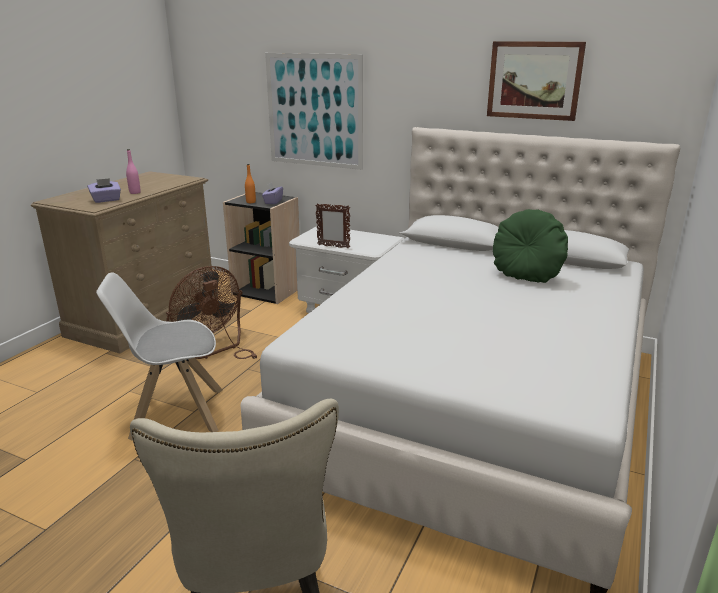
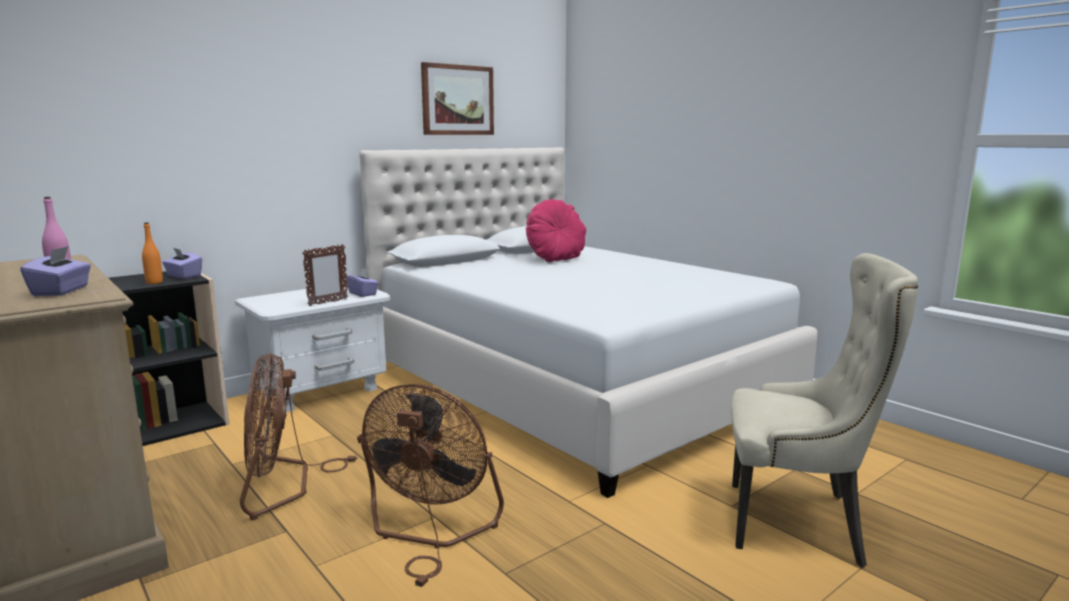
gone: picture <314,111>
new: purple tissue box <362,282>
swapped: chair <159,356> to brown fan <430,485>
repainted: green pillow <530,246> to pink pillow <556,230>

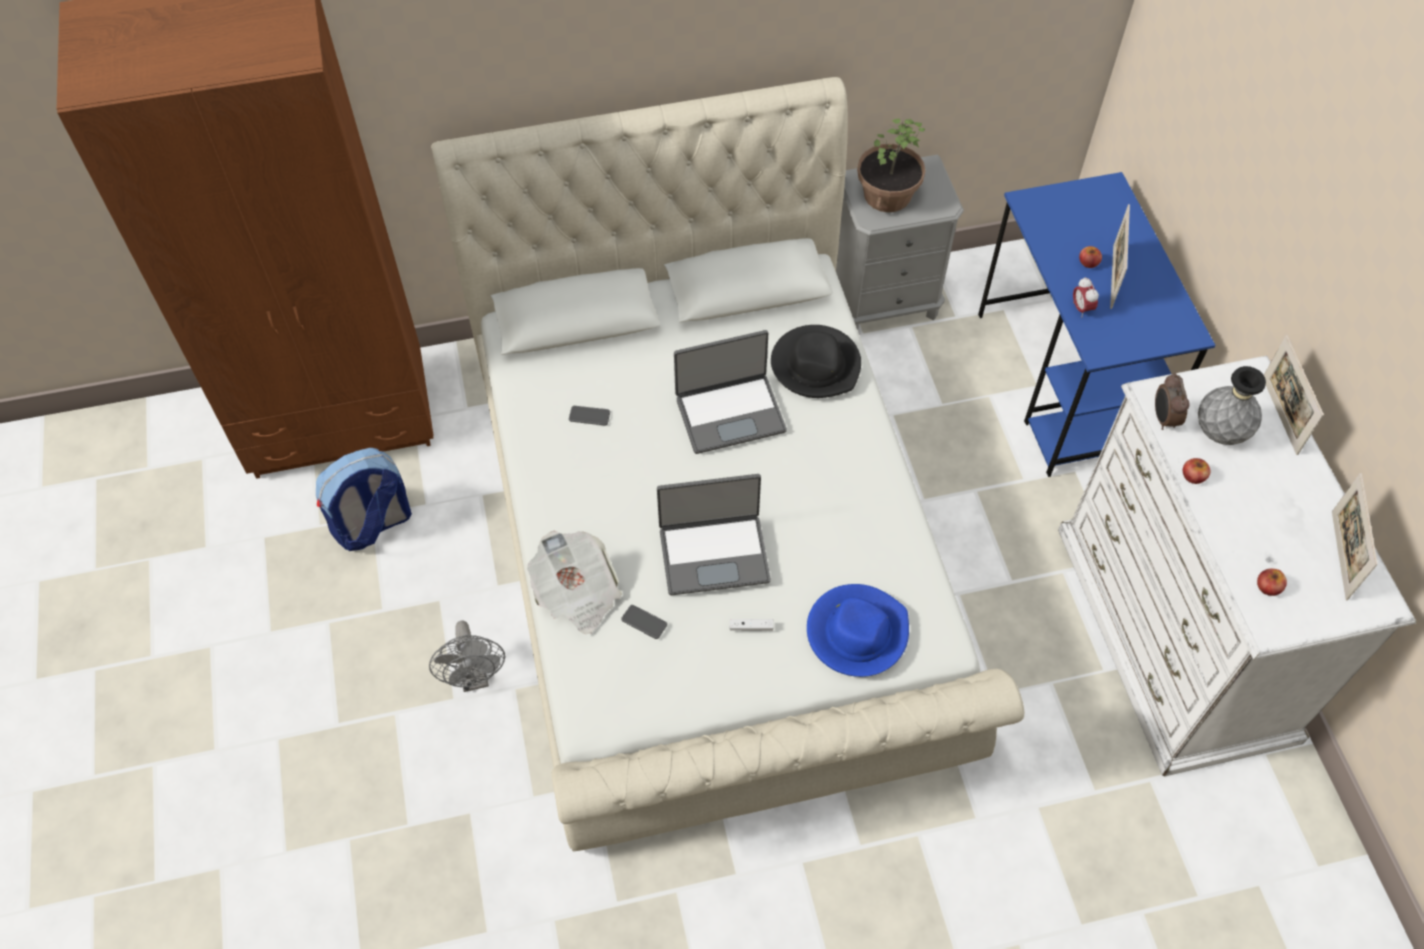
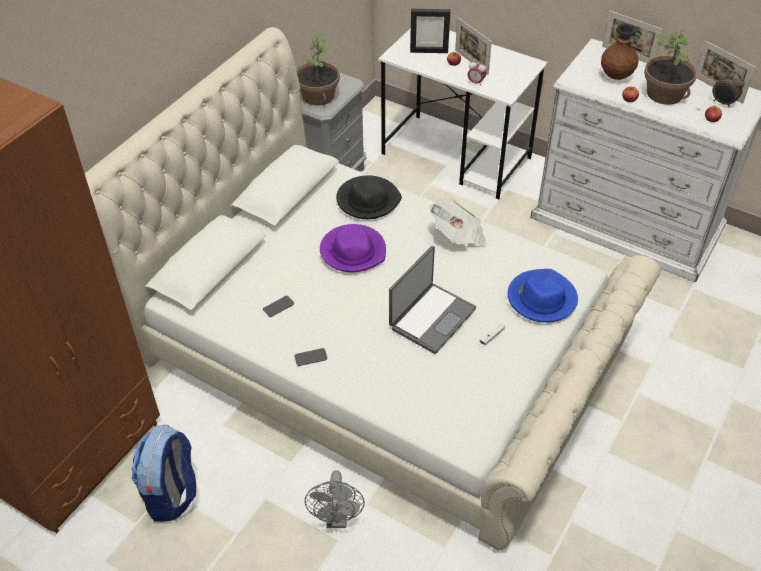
new: picture frame <430,31>; potted plant <670,67>
shifted: alarm clock <1172,401> to <728,88>; newspaper <574,582> to <458,222>; phone <644,622> to <310,357>
swapped: laptop <730,392> to purple hat <353,248>
repainted: blue desk <1096,324> to white desk <463,113>; grey vase <1232,405> to brown vase <619,52>
rotated: grey fan <467,656> = <335,499> 60 degrees clockwise

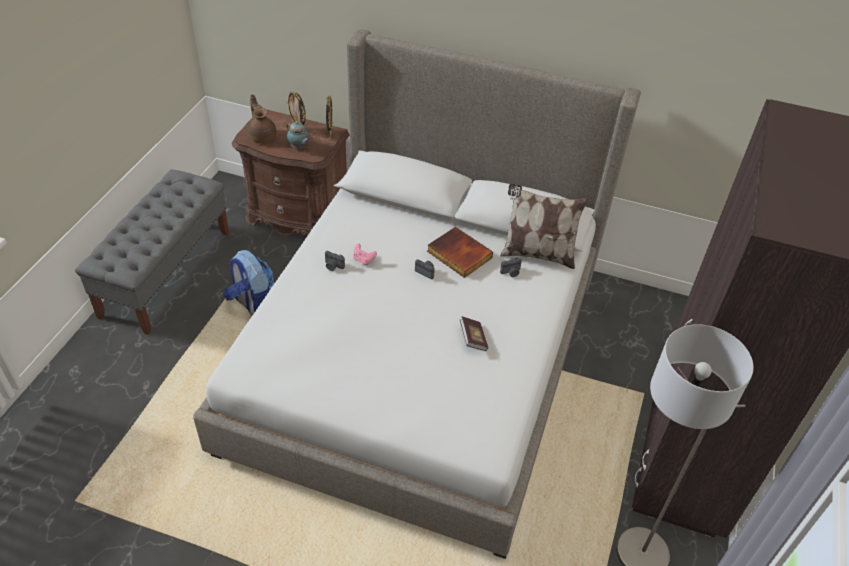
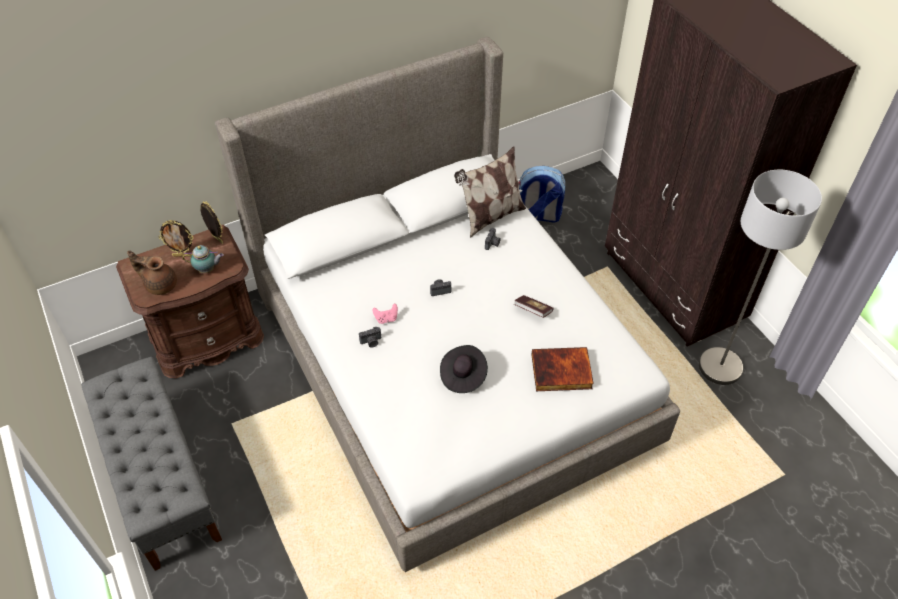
new: black hat <464,369>
shifted: book <460,252> to <562,369>; backpack <249,283> to <541,194>

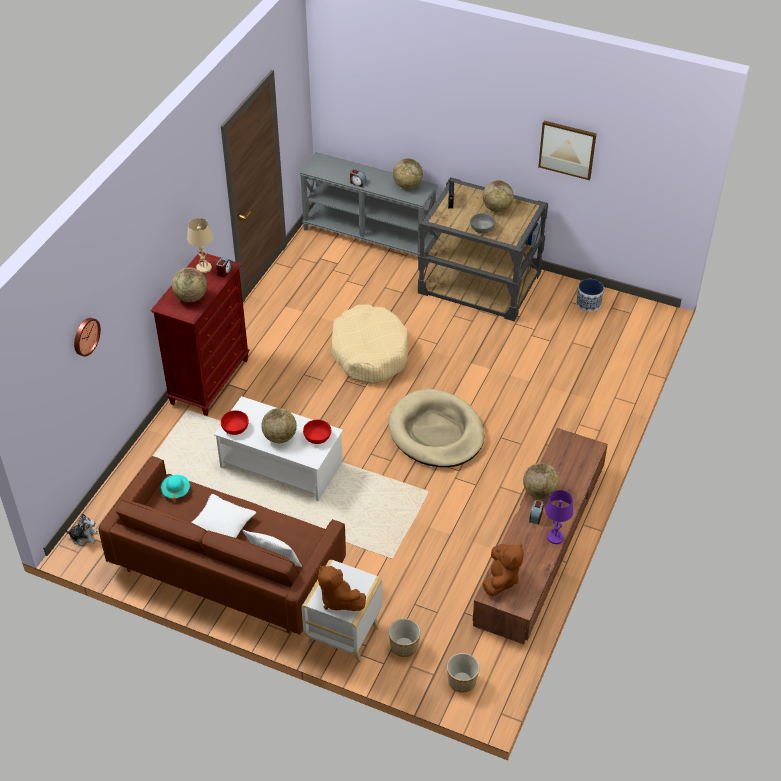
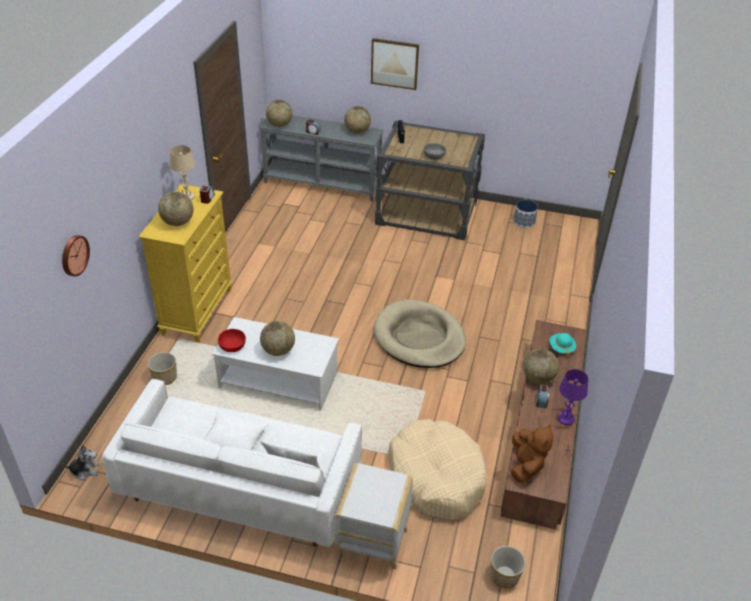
gone: red bowl <317,431>; brown plush toy <342,588>
shifted: picture <567,150> to <395,64>; globe <498,196> to <279,113>; beige dog bed <369,344> to <437,469>; turquoise hat <175,488> to <562,345>; planter <404,637> to <162,368>
repainted: red dresser <200,334> to yellow dresser <185,263>; brown sofa <222,545> to white sofa <232,463>

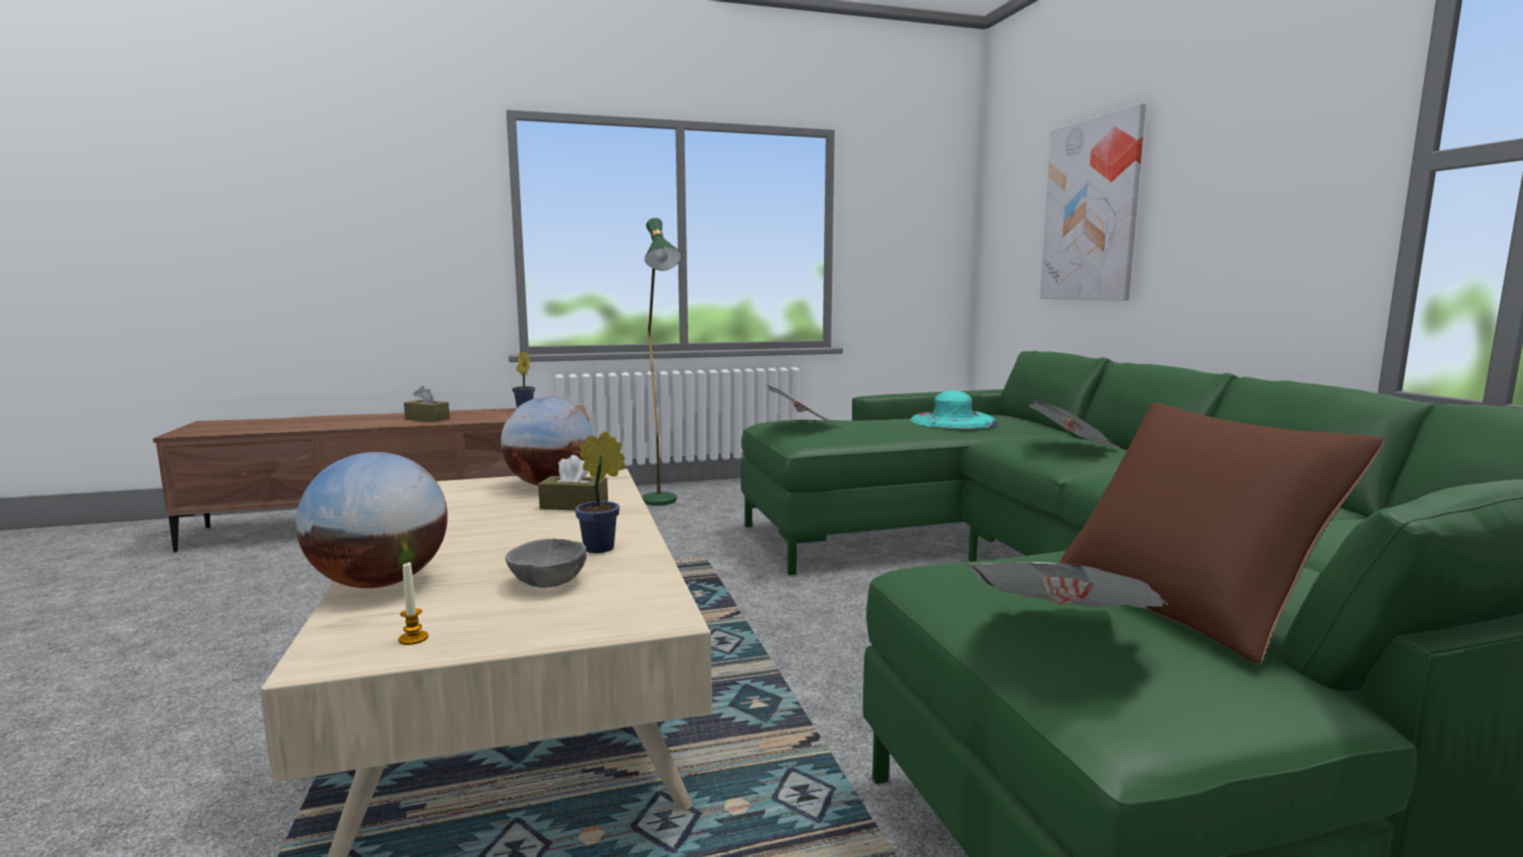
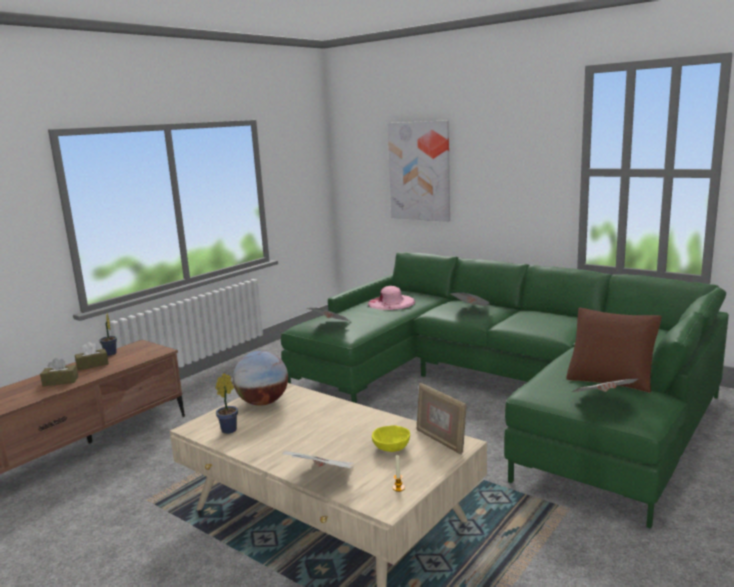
gone: green floor lamp <662,362>
new: picture frame <441,419>
shifted: potted plant <600,492> to <226,403>; brown tissue box <573,482> to <92,356>
swapped: globe <372,520> to newspaper <318,460>
repainted: turquoise hat <954,409> to pink hat <391,298>; grey bowl <546,563> to yellow bowl <391,438>

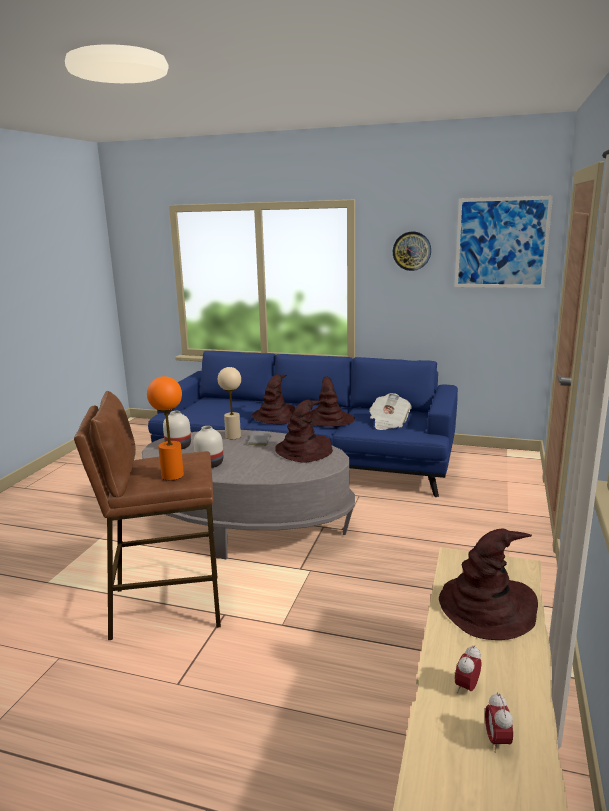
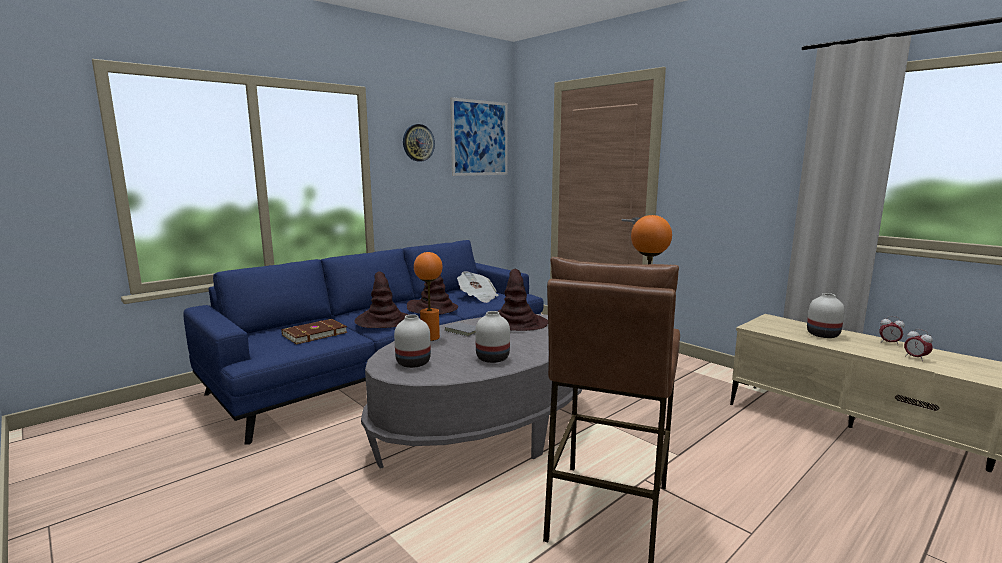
new: brown book <314,331>
shifted: alarm clock <499,722> to <892,330>
swapped: brown hat <488,584> to white vase <826,315>
repainted: beige table lamp <229,403> to orange table lamp <428,296>

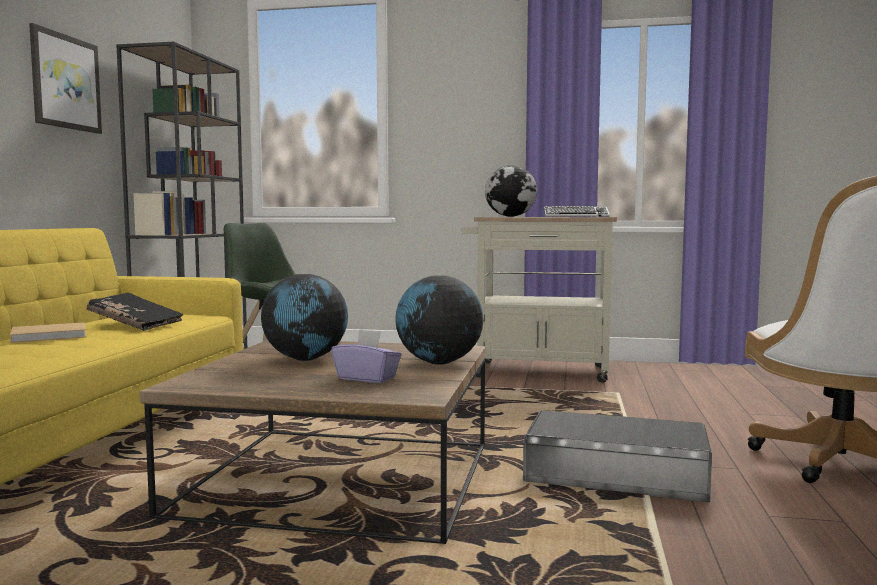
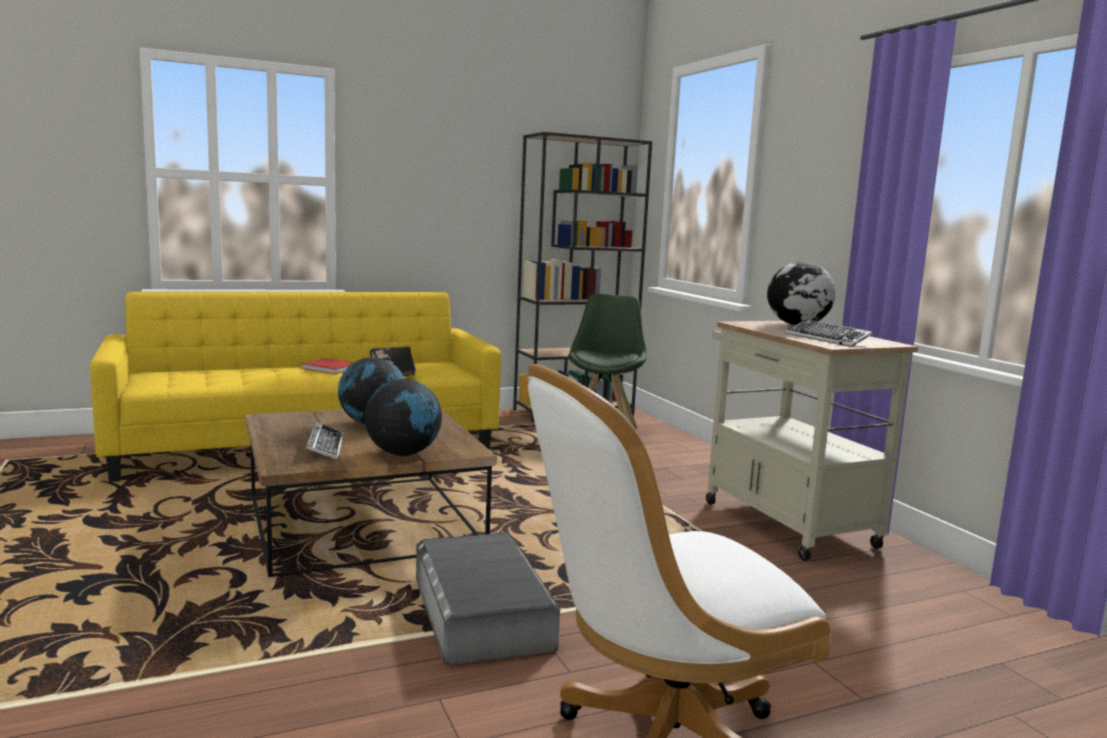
gone: picture <65,78>
swapped: purple tissue box <366,356> to keyboard <324,441>
repainted: beige book <48,332> to red book <327,366>

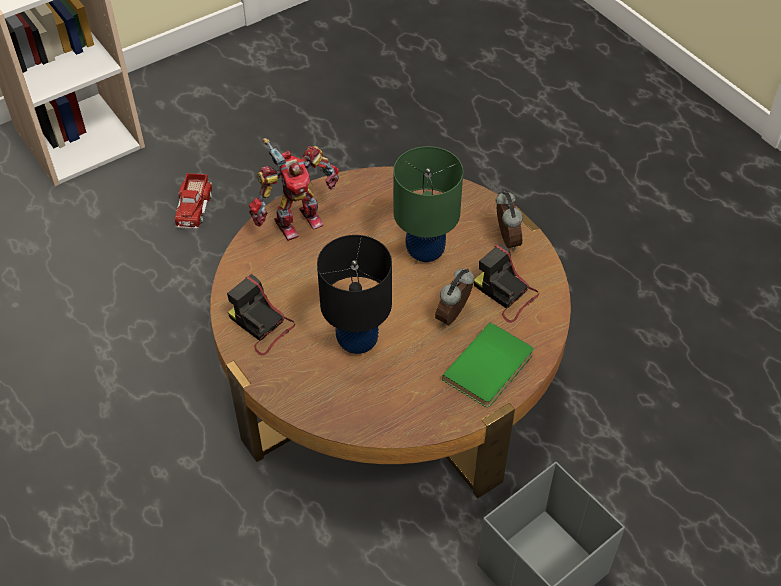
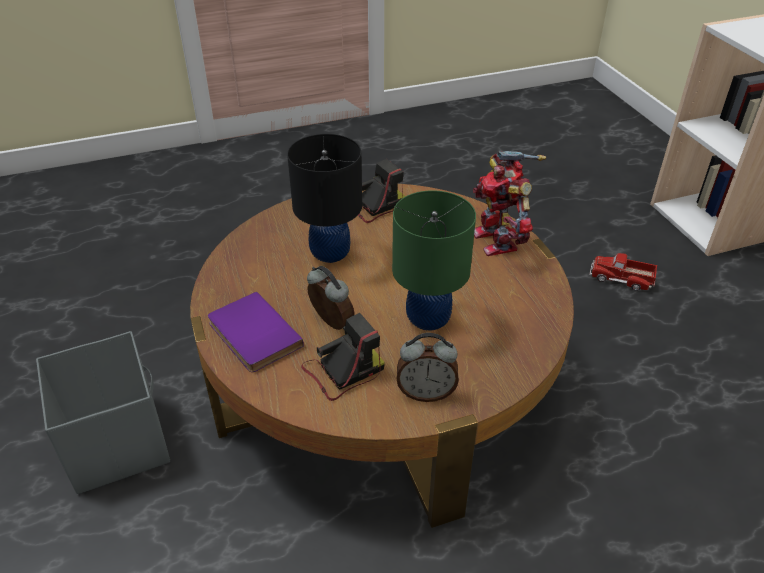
repainted: green book <487,364> to purple book <256,332>

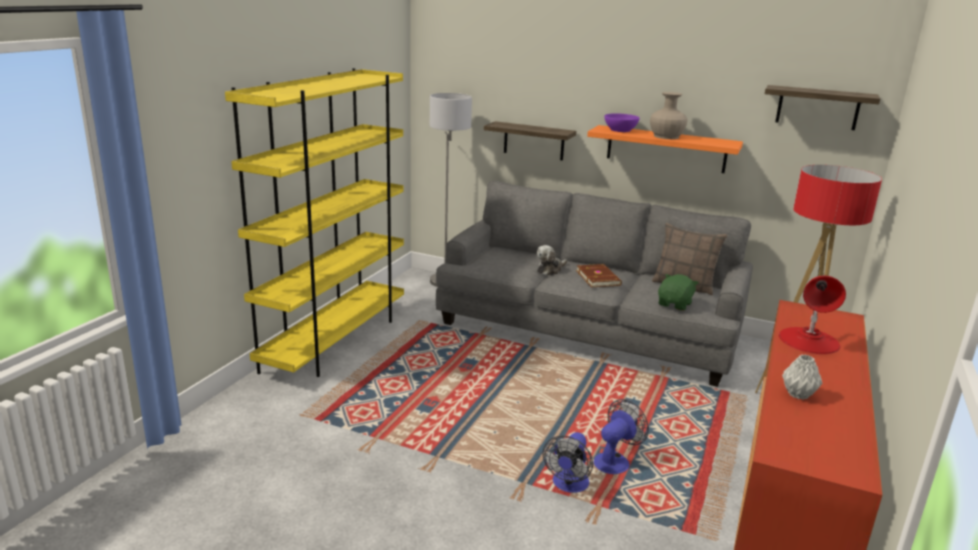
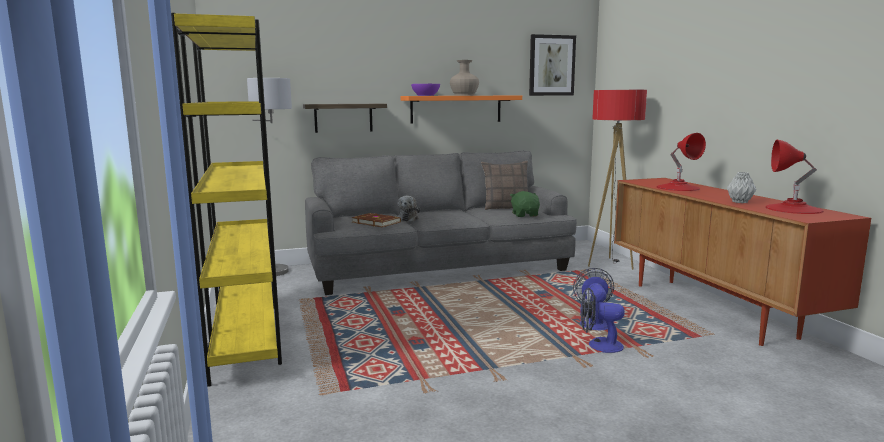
new: red table lamp <794,177>
shifted: brown book <599,275> to <376,220>
swapped: shelf <822,107> to picture <552,65>
rotated: fan <568,462> = <602,320> 120 degrees clockwise

